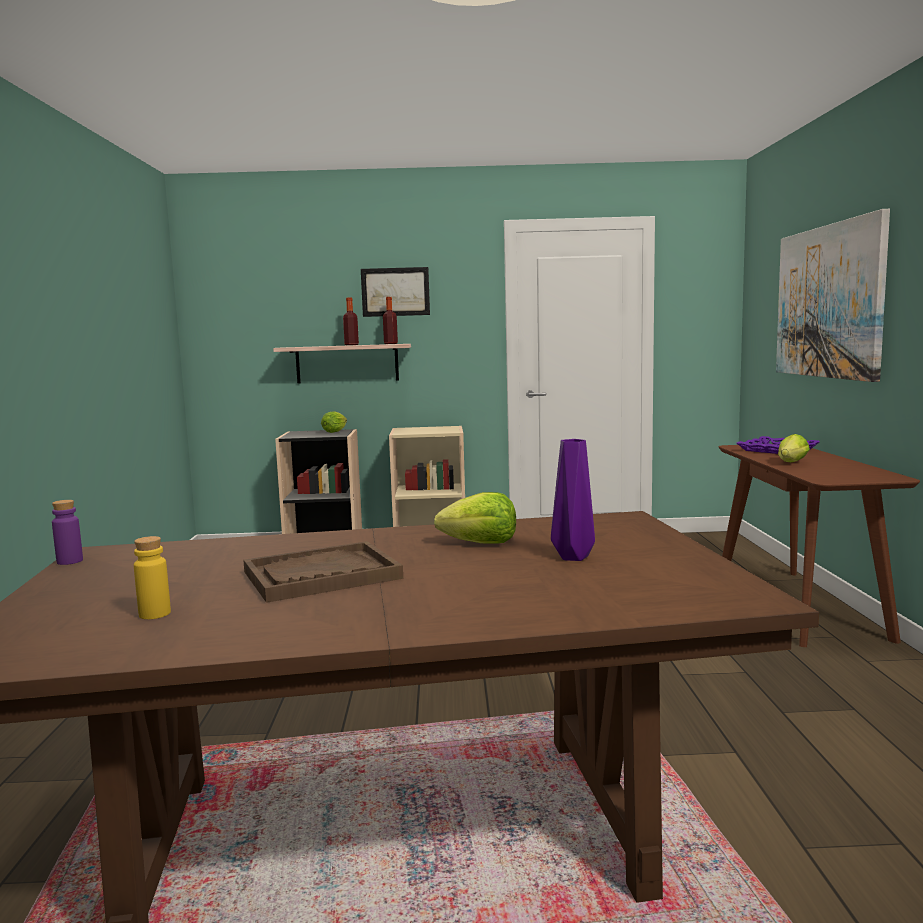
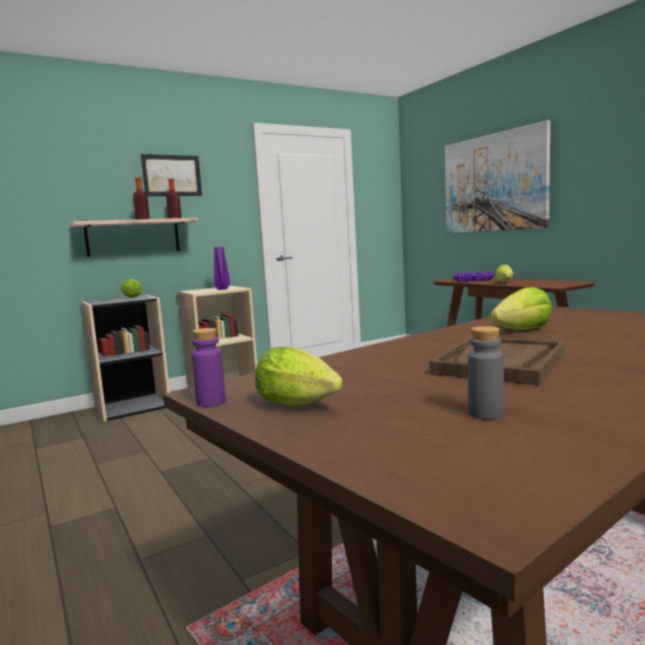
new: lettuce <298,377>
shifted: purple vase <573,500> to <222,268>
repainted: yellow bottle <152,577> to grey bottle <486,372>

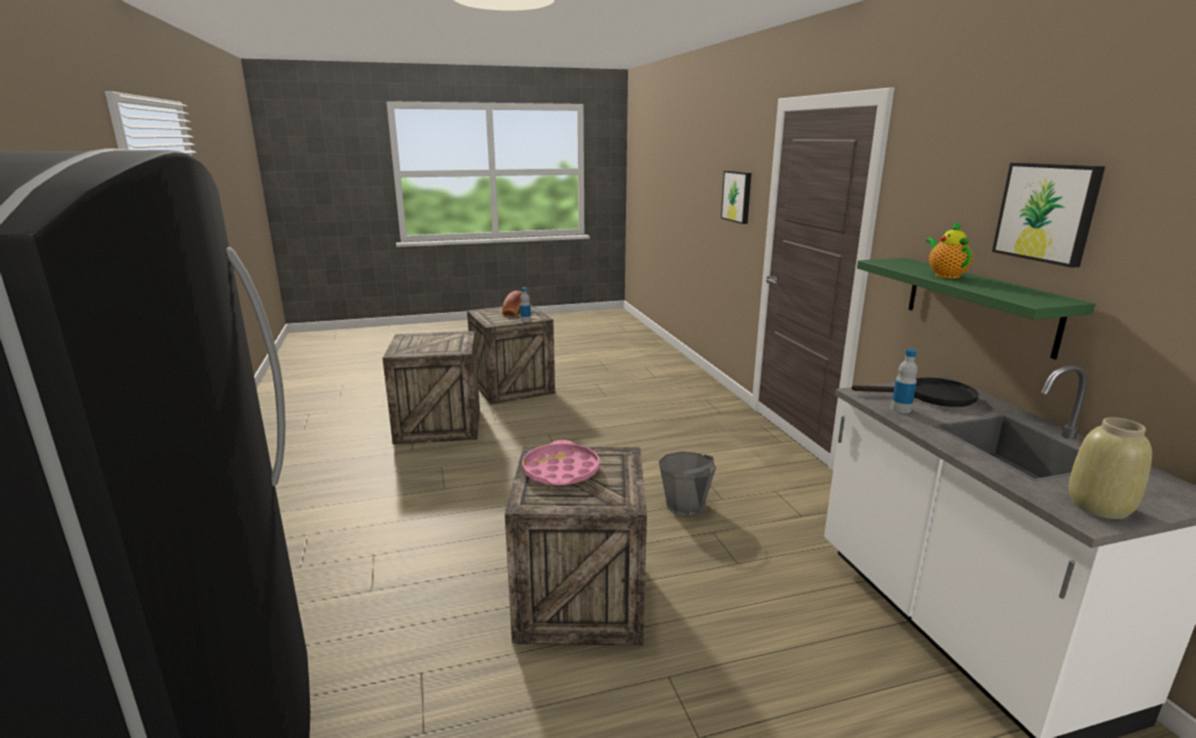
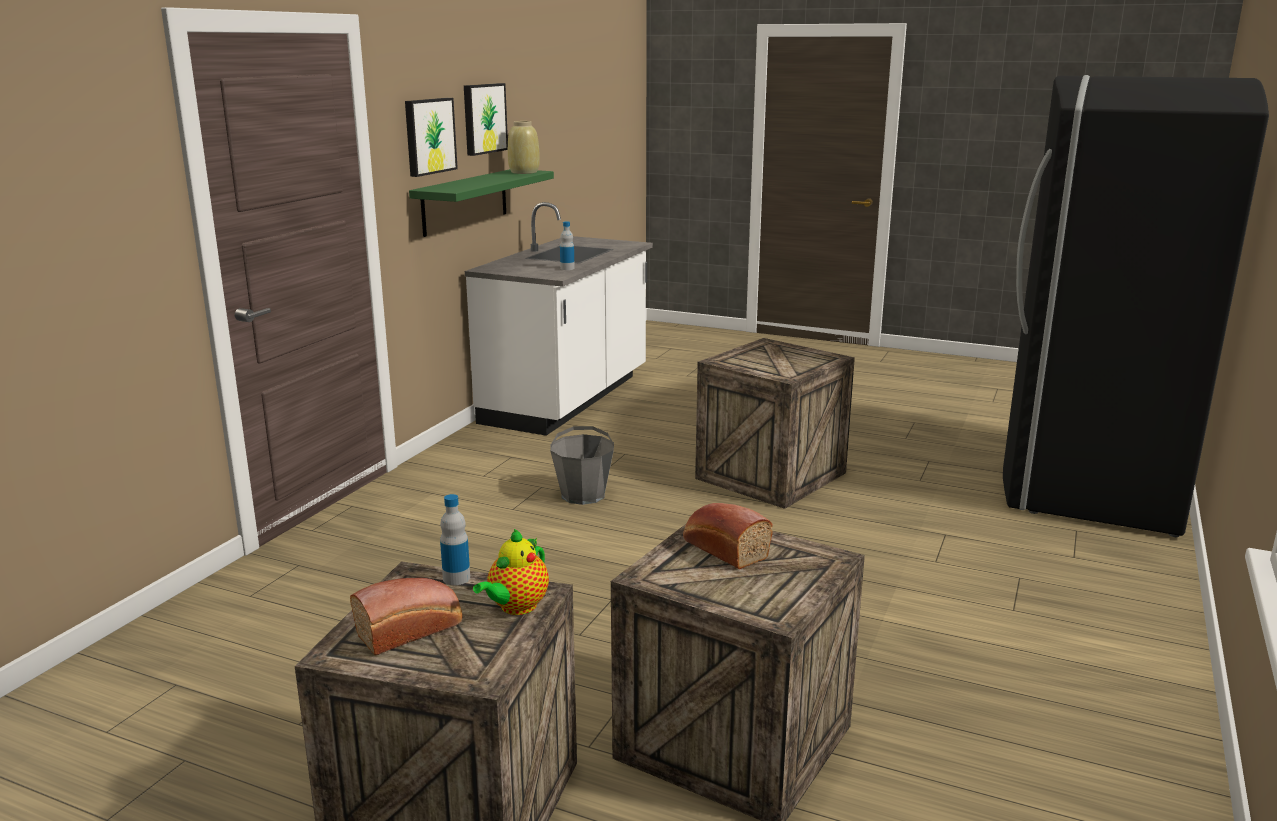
gone: black frying pan <915,392>; pink tray <560,462>
new: bread <728,536>
shifted: picture <736,197> to <431,137>; teapot <949,250> to <511,572>; beige vase <1110,468> to <524,147>

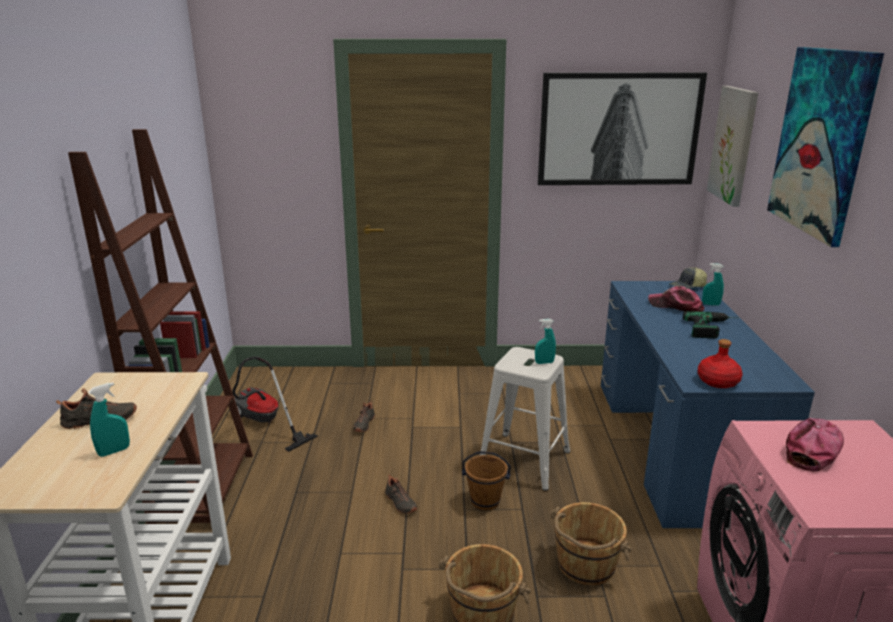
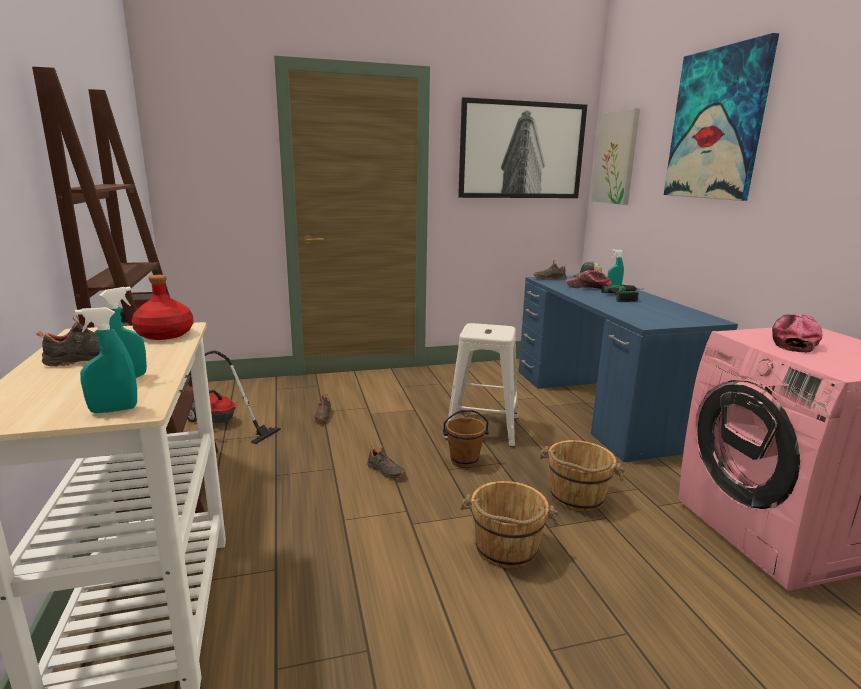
new: black shoe <550,270>
shifted: turquoise spray bottle <545,341> to <106,360>; red bottle <719,363> to <163,307>

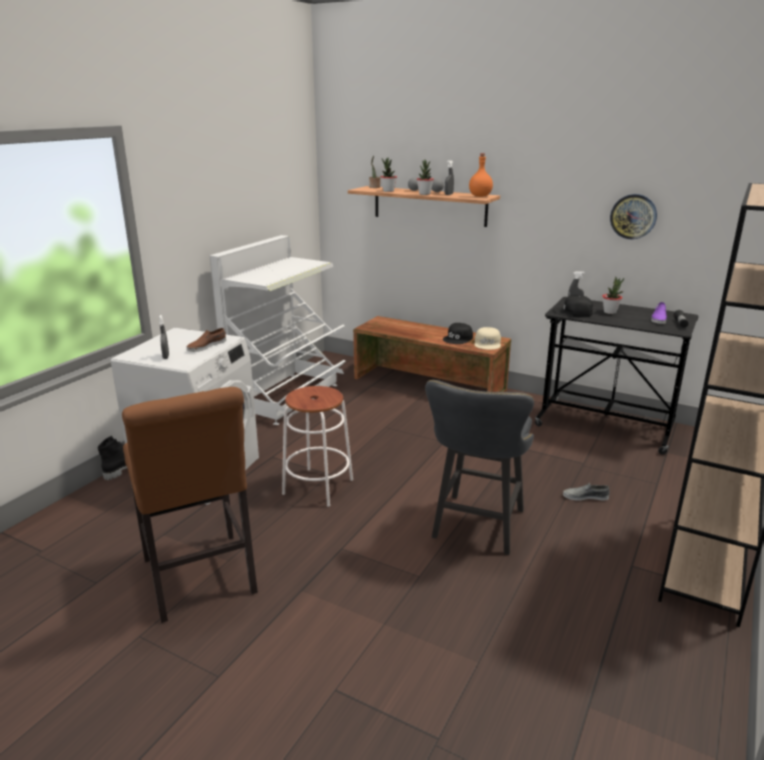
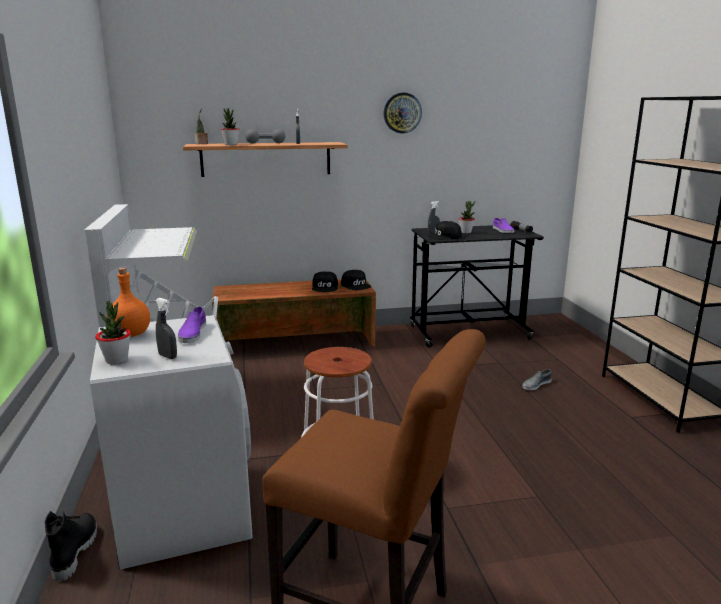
gone: grey stool <479,467>
shifted: orange bottle <481,175> to <128,302>; potted plant <425,177> to <113,332>; wall clock <633,216> to <402,113>
repainted: beige cap <487,338> to black cap <356,280>; brown shoe <206,340> to purple shoe <192,325>

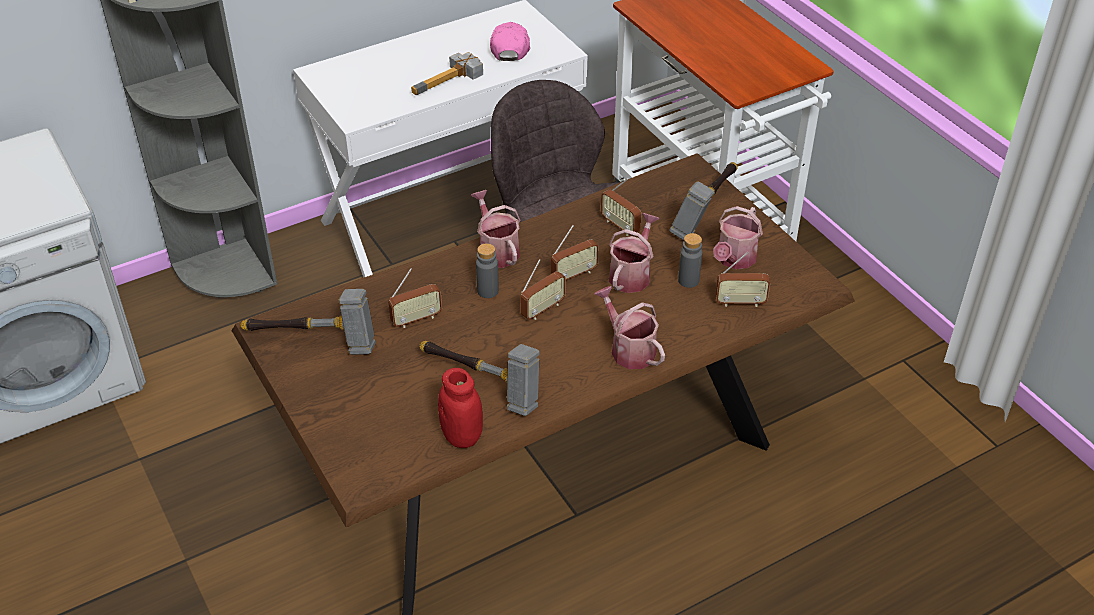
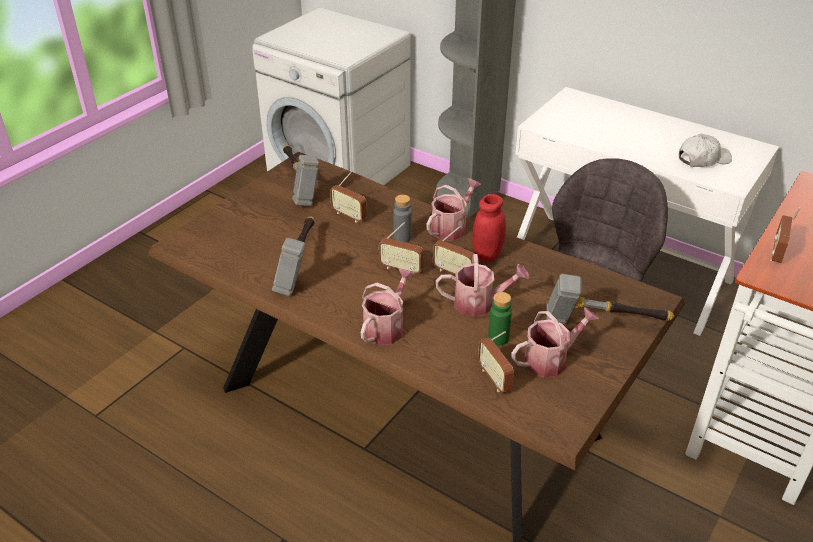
gone: hammer <447,73>
shifted: radio <621,207> to <785,235>; red jar <460,408> to <489,228>
repainted: pink cap <510,41> to white cap <705,150>; grey bottle <690,260> to green bottle <500,319>
rotated: watering can <738,237> = <555,342> 150 degrees clockwise

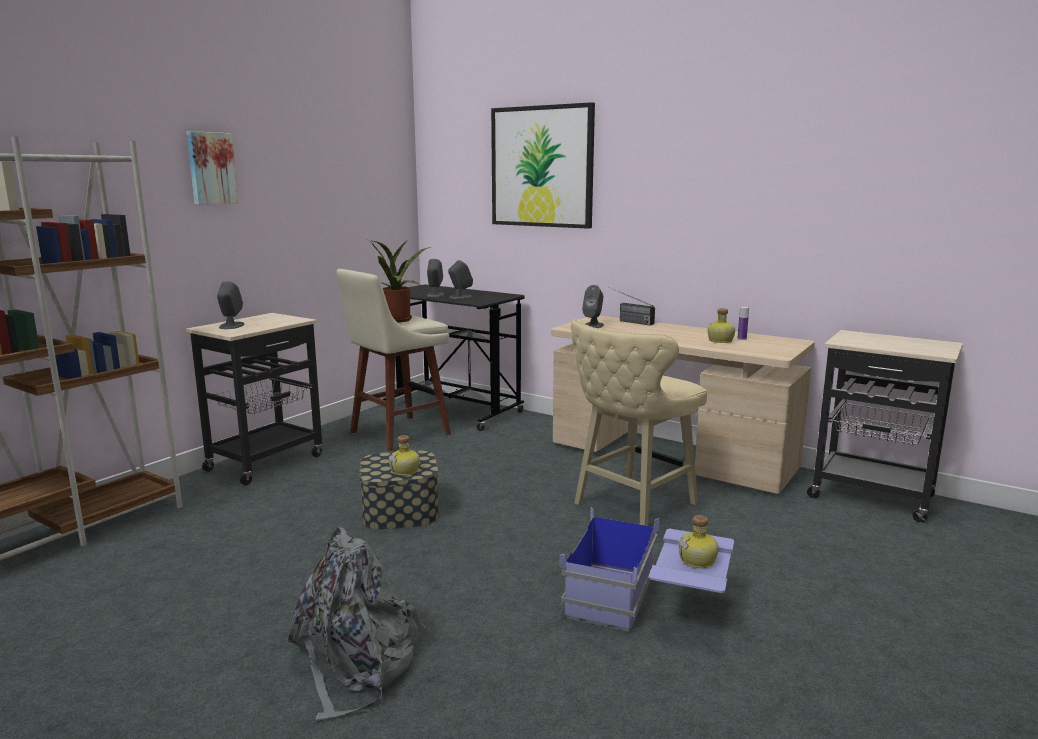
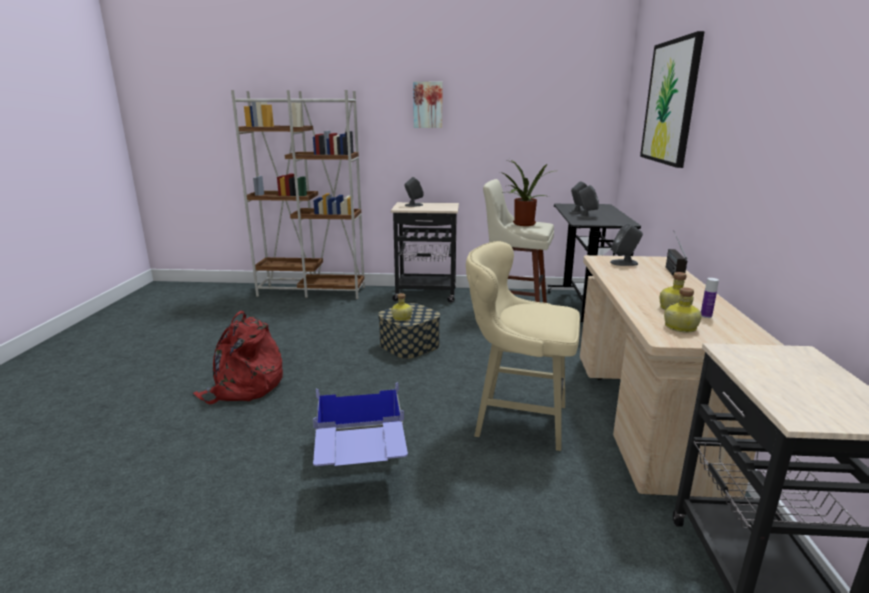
shifted: bottle <699,541> to <683,310>
repainted: grey backpack <357,623> to red backpack <238,357>

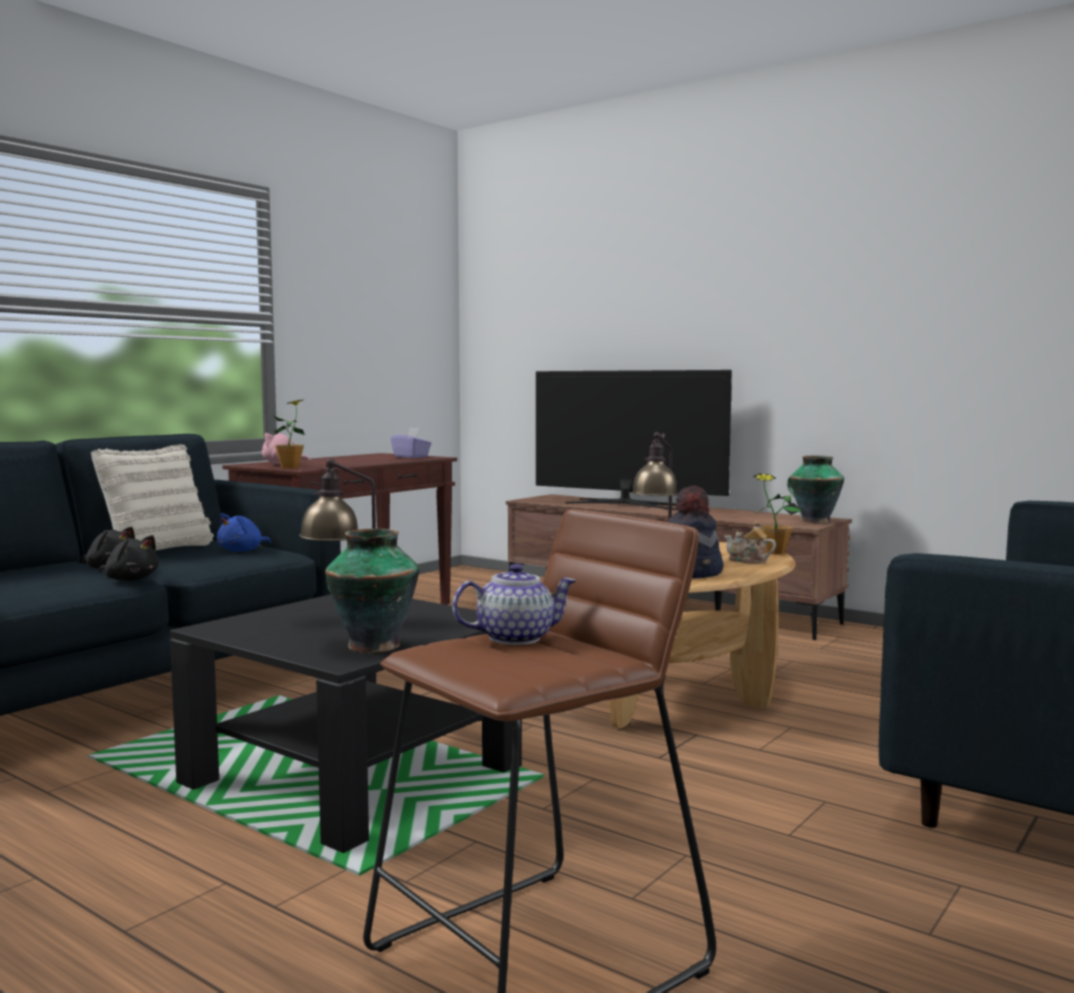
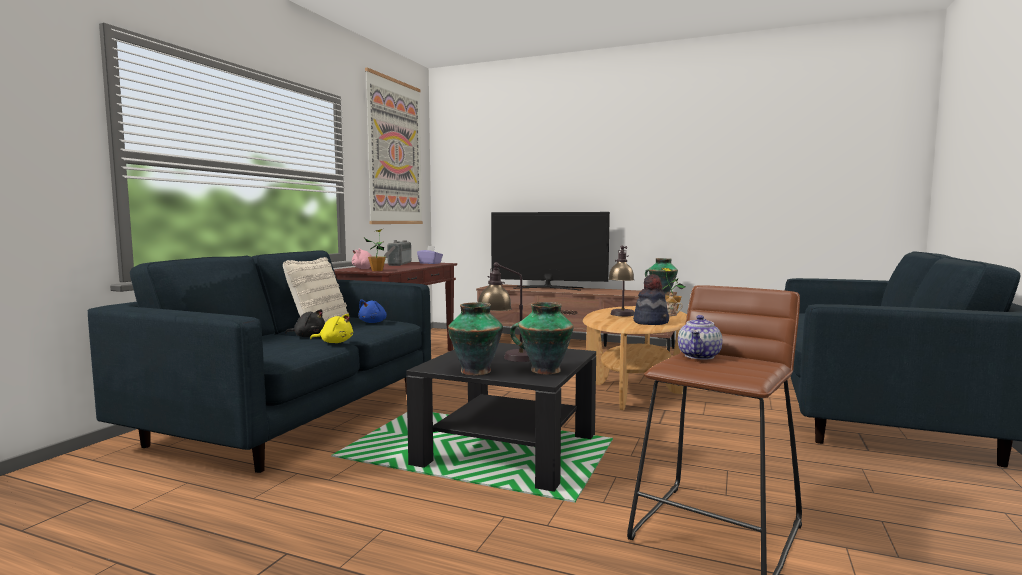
new: picture <394,145>; radio <397,253>; vase <475,339>
repainted: black plush toy <129,558> to yellow plush toy <331,328>
rotated: teapot <514,604> = <700,337> 150 degrees clockwise

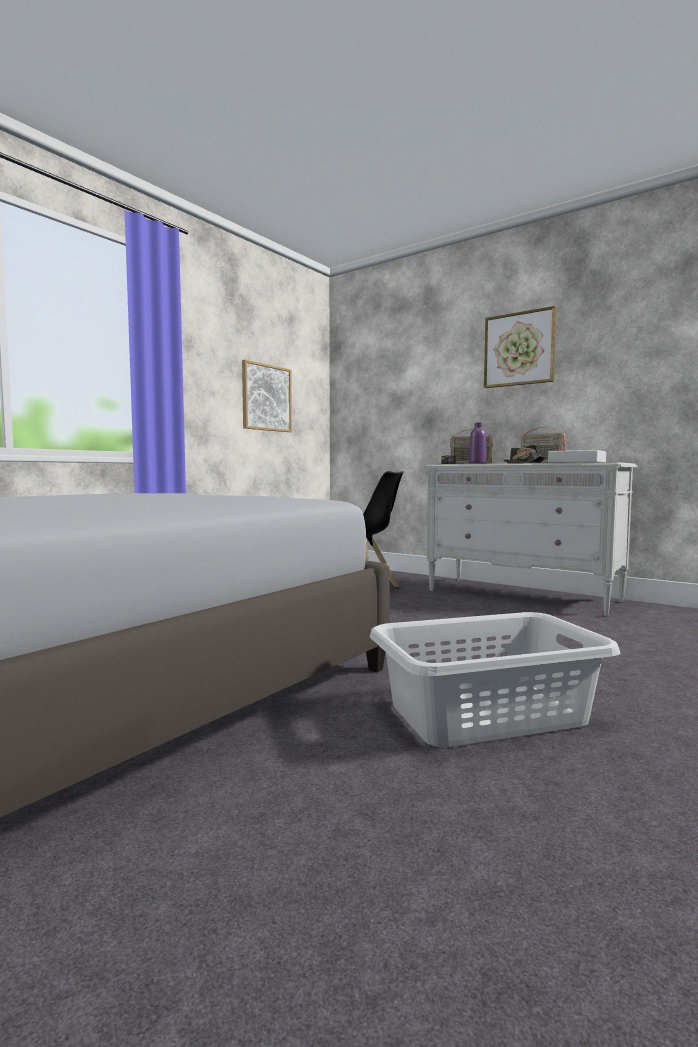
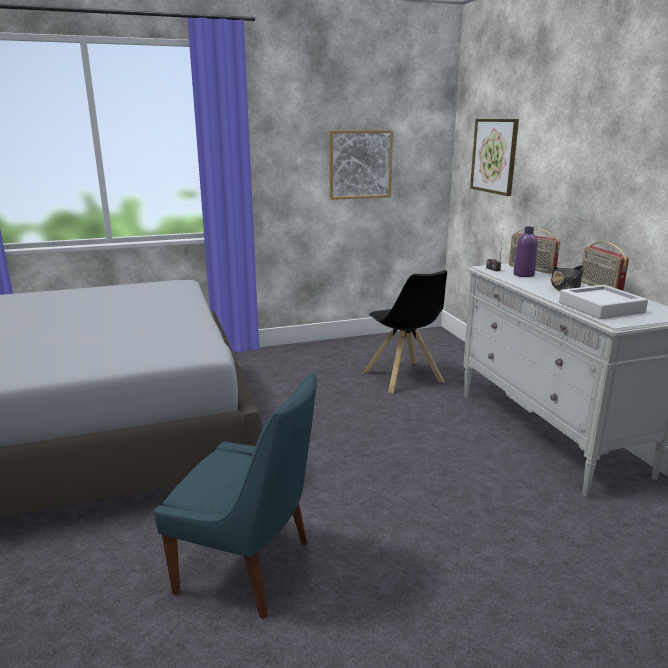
shifted: picture <520,347> to <494,157>
swapped: grey laundry basket <495,679> to blue chair <235,496>

